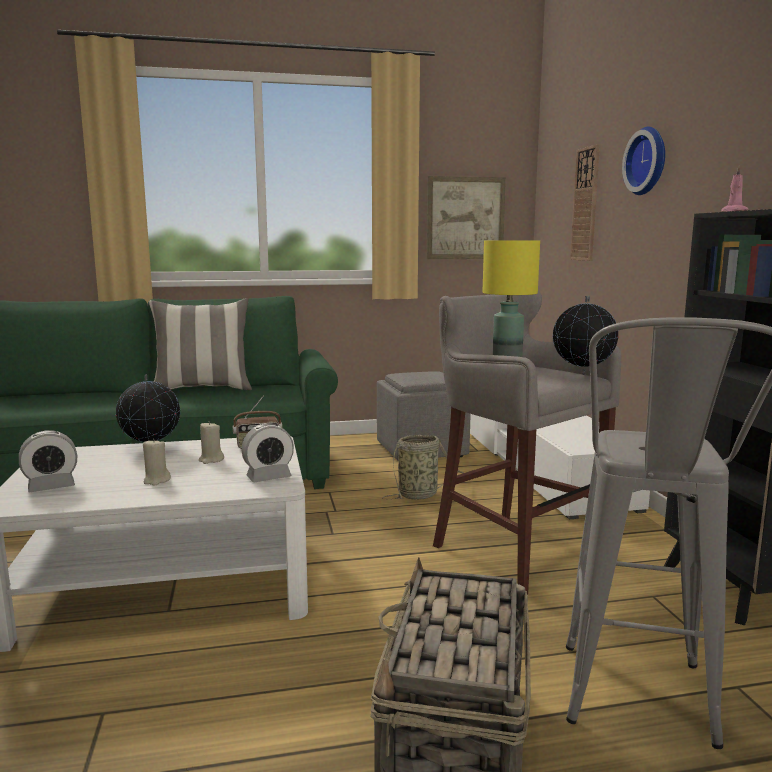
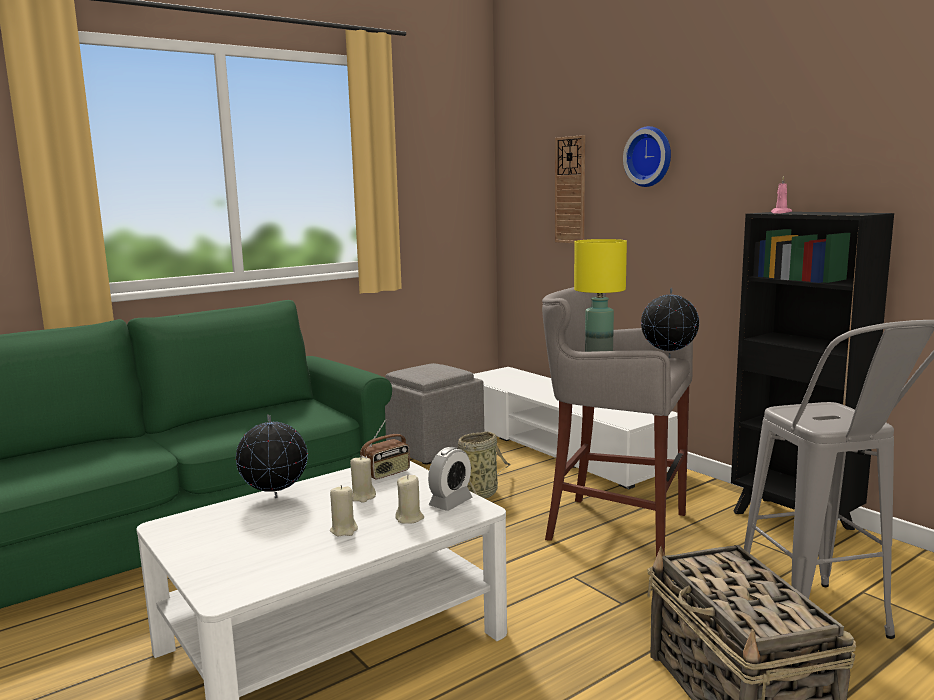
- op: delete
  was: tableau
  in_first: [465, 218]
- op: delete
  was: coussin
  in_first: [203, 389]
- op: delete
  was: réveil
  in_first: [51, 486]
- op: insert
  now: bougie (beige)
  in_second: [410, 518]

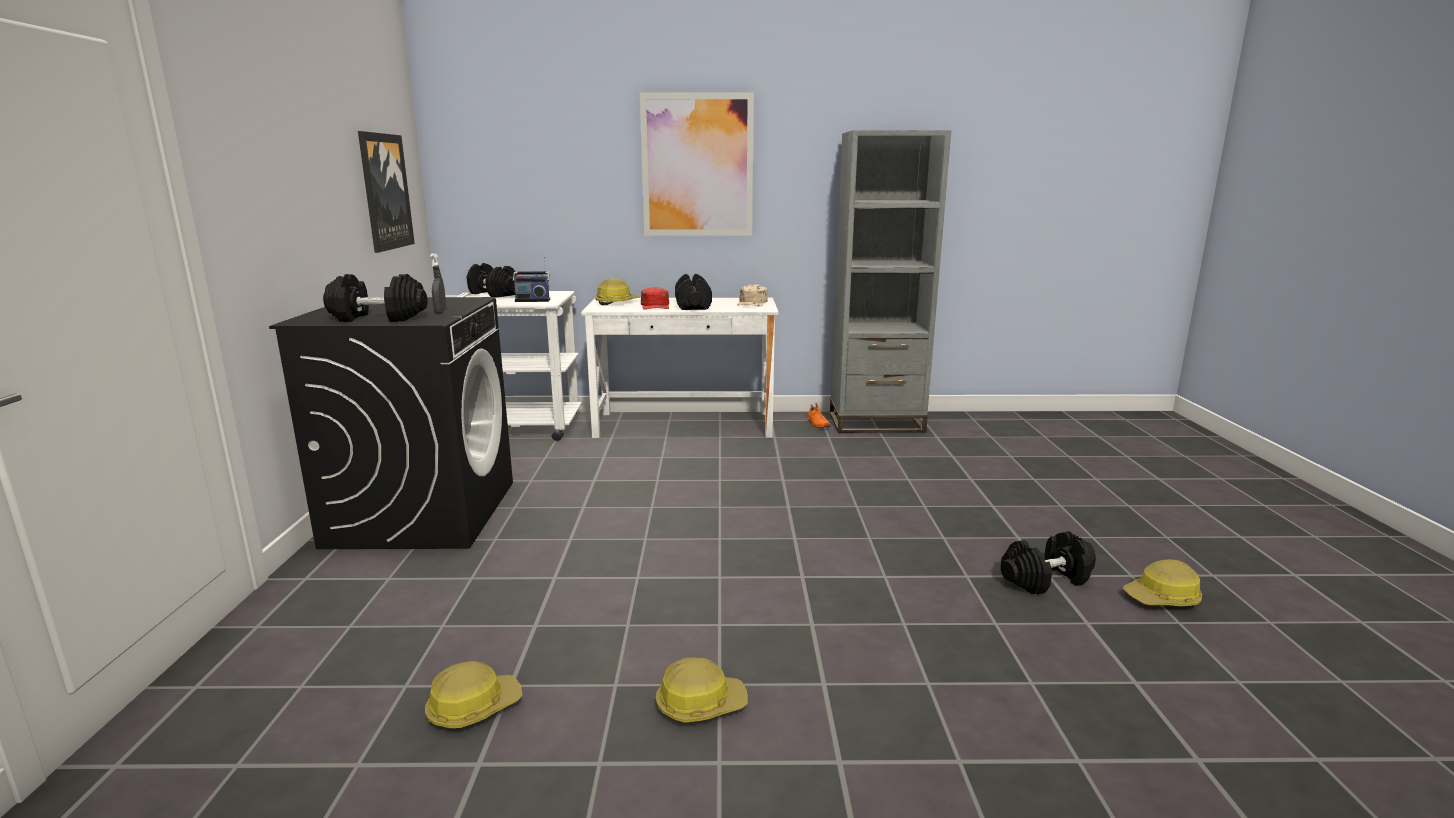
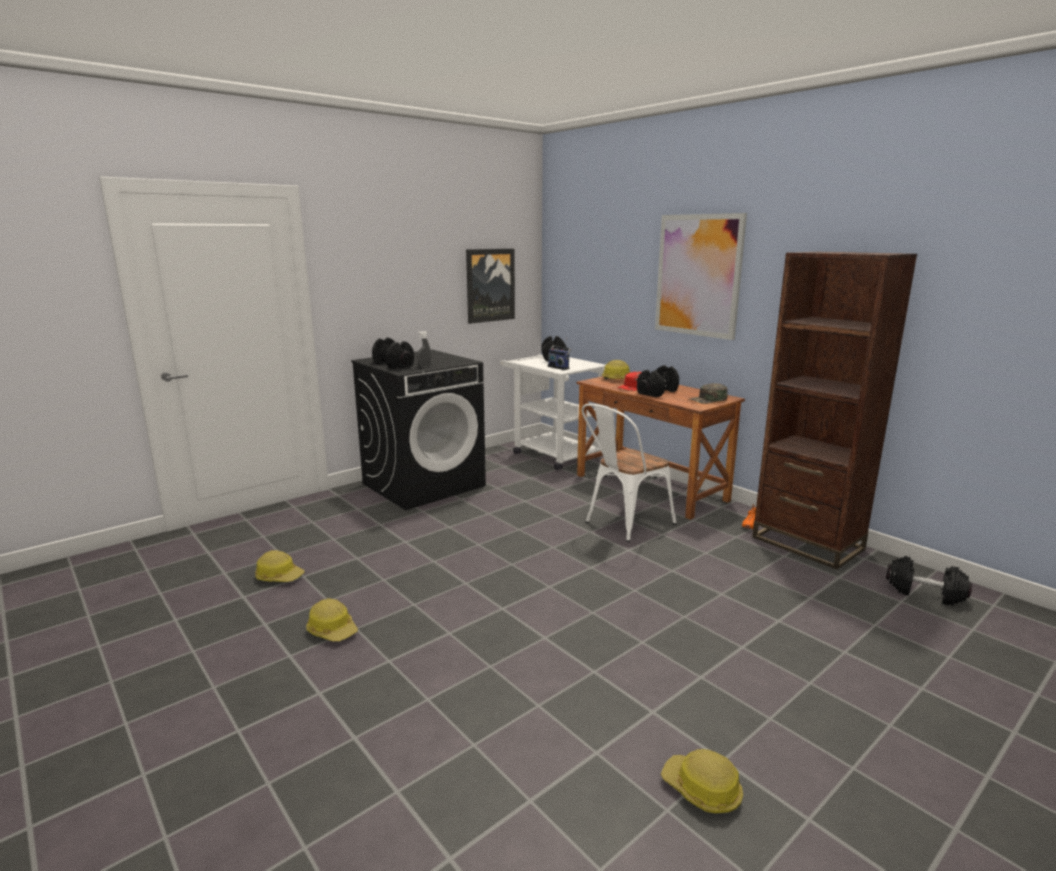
- op: recolor
  was: bibliothèque (gris)
  now: bibliothèque (marron)
  in_first: [876, 423]
  in_second: [807, 543]
- op: recolor
  was: casquette (beige)
  now: casquette (vert)
  in_first: [752, 303]
  in_second: [708, 399]
- op: recolor
  was: bureau (blanc)
  now: bureau (marron)
  in_first: [684, 425]
  in_second: [650, 487]
- op: move
  was: haltère (noir)
  in_first: [1045, 580]
  in_second: [924, 593]
- op: insert
  now: chaise (blanc)
  in_second: [623, 524]

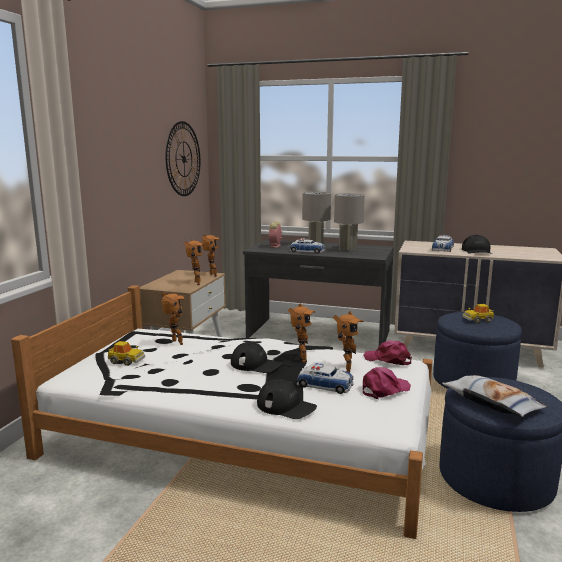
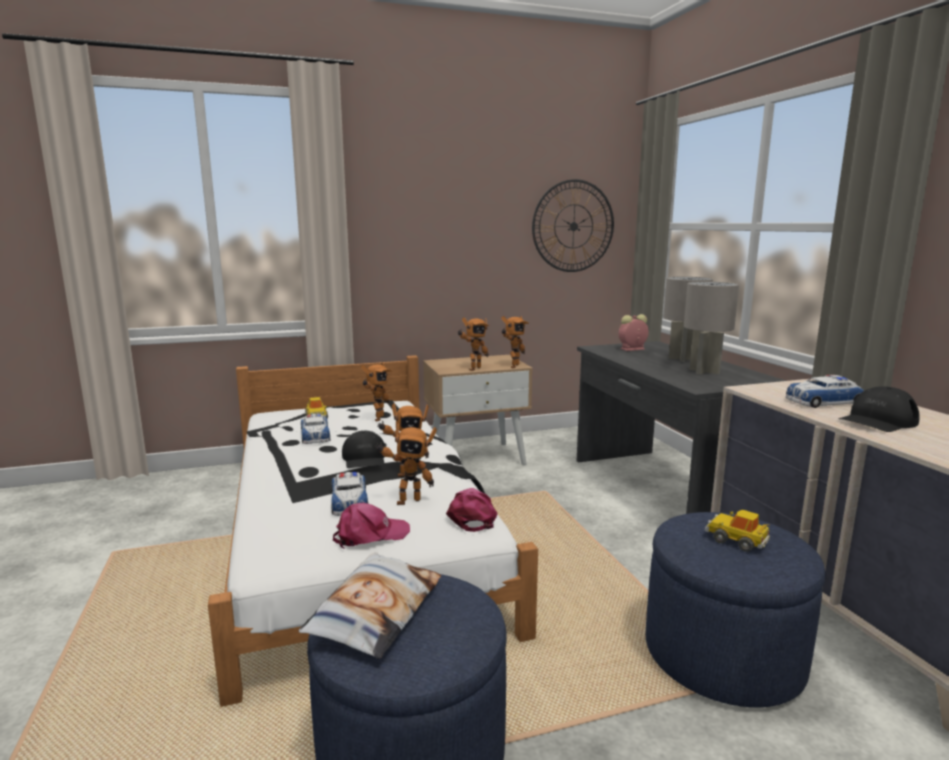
- op: move
  was: petite voiture
  in_first: [307, 251]
  in_second: [315, 435]
- op: rotate
  was: casquette (rose)
  in_first: [384, 389]
  in_second: [370, 535]
  clockwise: -45
- op: delete
  was: casquette (noir)
  in_first: [286, 406]

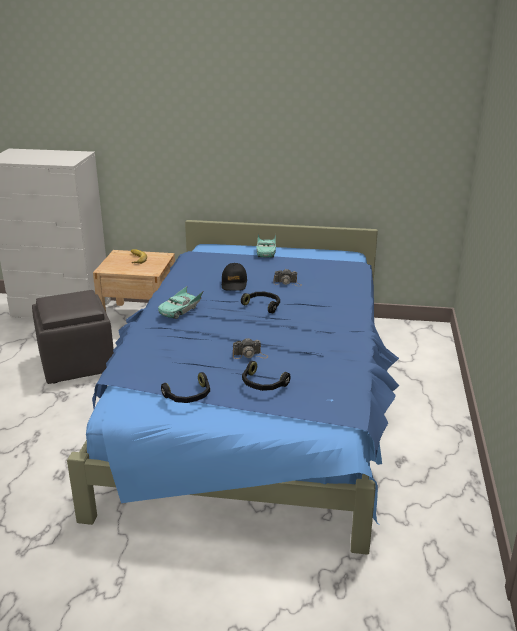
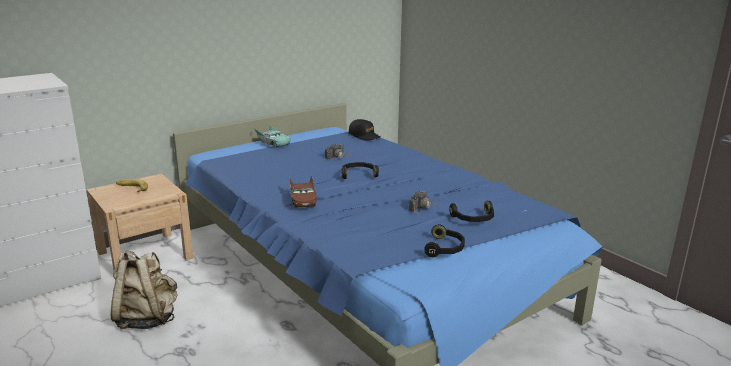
- op: move
  was: casquette (noir)
  in_first: [234, 283]
  in_second: [364, 136]
- op: recolor
  was: petite voiture (turquoise)
  now: petite voiture (marron)
  in_first: [180, 310]
  in_second: [303, 199]
- op: replace
  was: pouf (gris)
  now: sac à dos (beige)
  in_first: [76, 363]
  in_second: [147, 319]

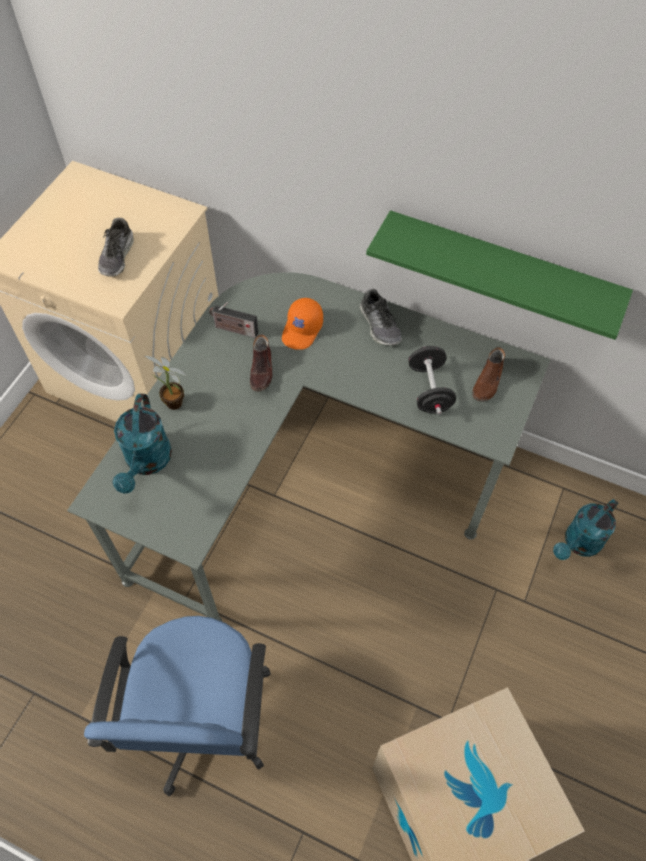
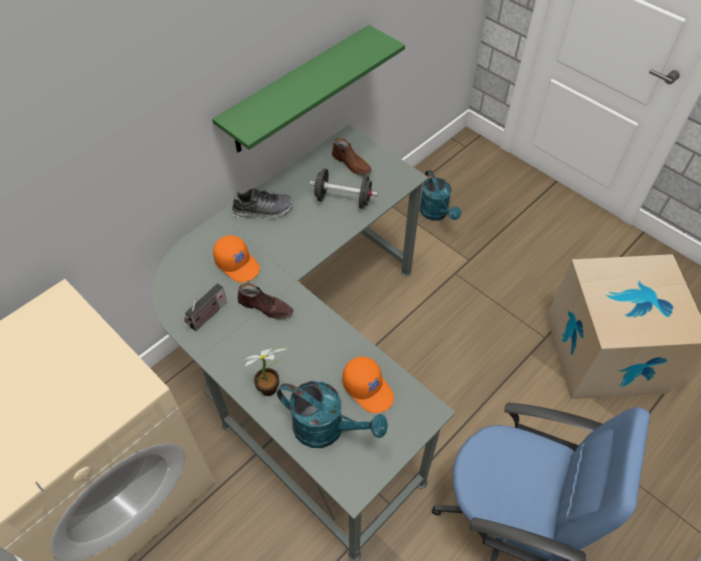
- op: delete
  was: chaussure
  in_first: [117, 256]
- op: insert
  now: casquette (orange)
  in_second: [368, 388]

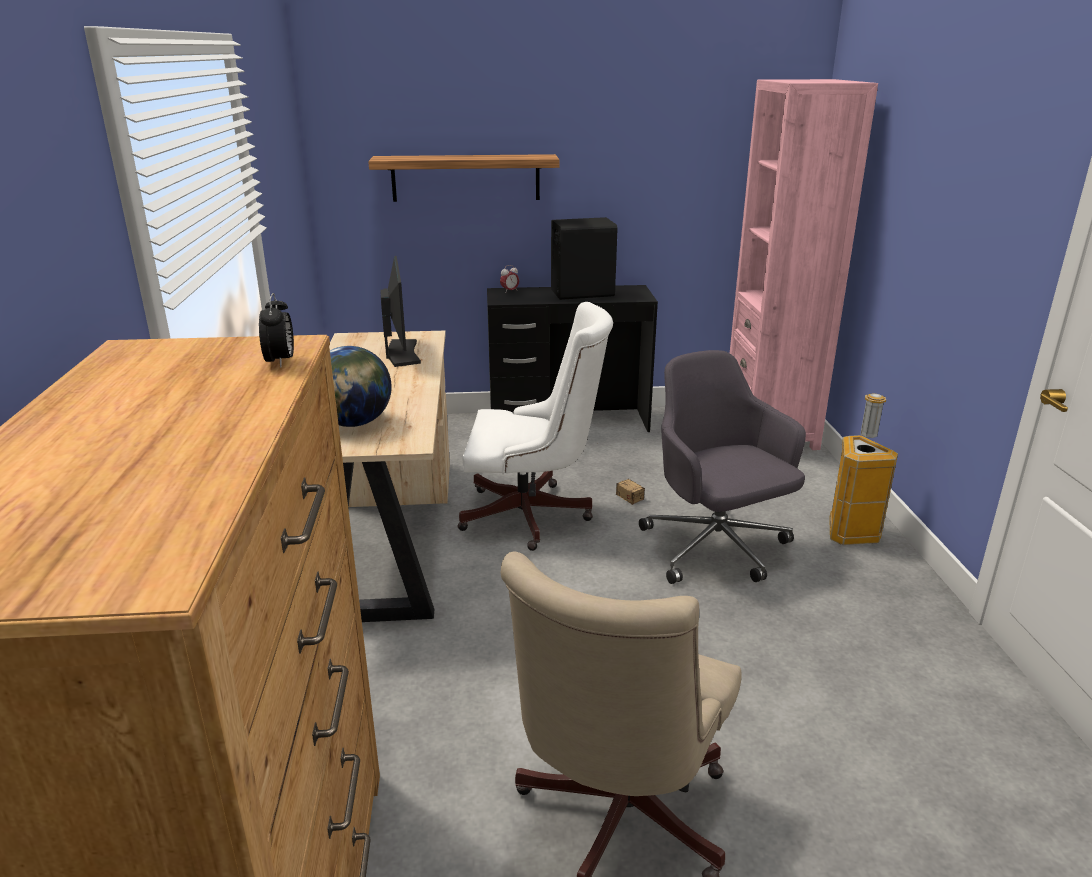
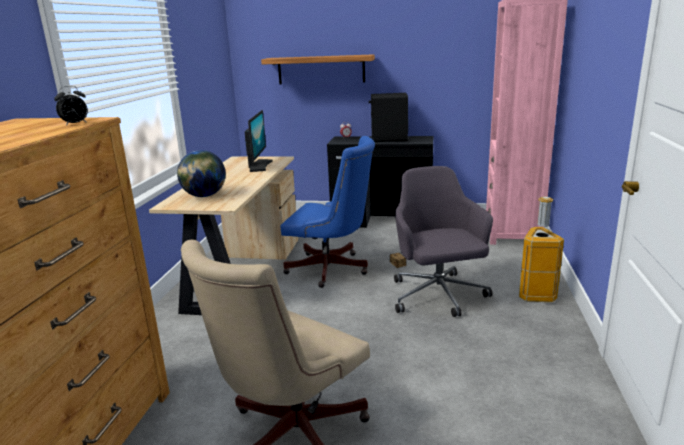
- op: rotate
  was: réveil
  in_first: [280, 362]
  in_second: [75, 124]
  clockwise: 45
- op: recolor
  was: chaise de bureau (blanc)
  now: chaise de bureau (bleu)
  in_first: [533, 516]
  in_second: [332, 270]

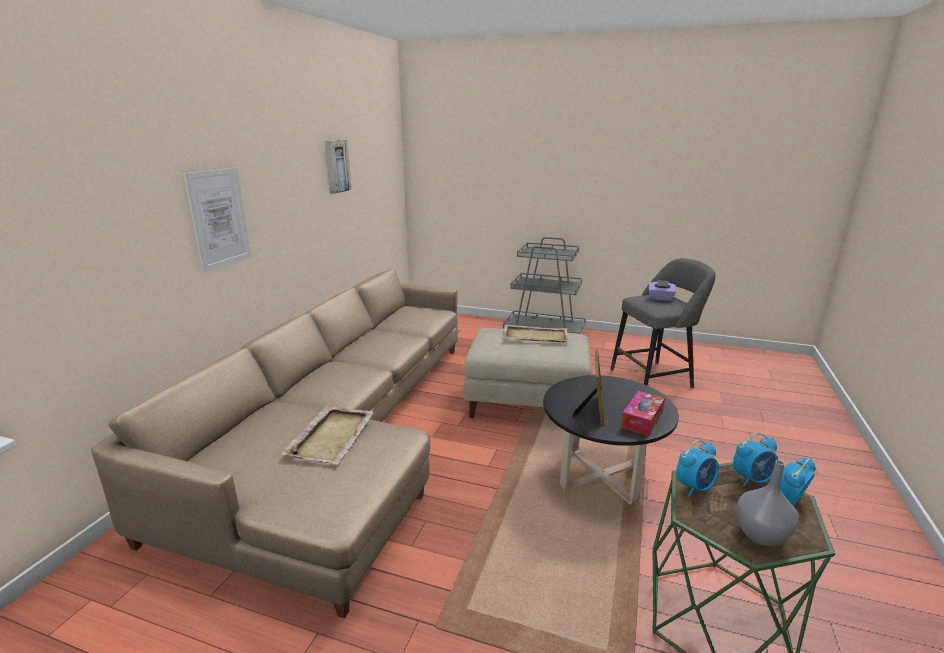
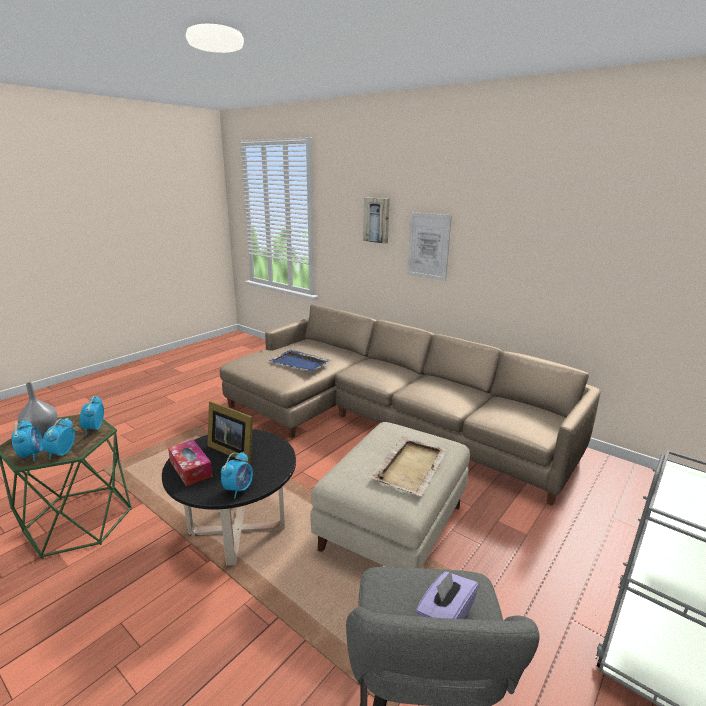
- op: move
  was: tableau
  in_first: [336, 166]
  in_second: [377, 220]
- op: recolor
  was: plateau (beige)
  now: plateau (bleu)
  in_first: [332, 436]
  in_second: [300, 363]
- op: insert
  now: réveil
  in_second: [239, 489]

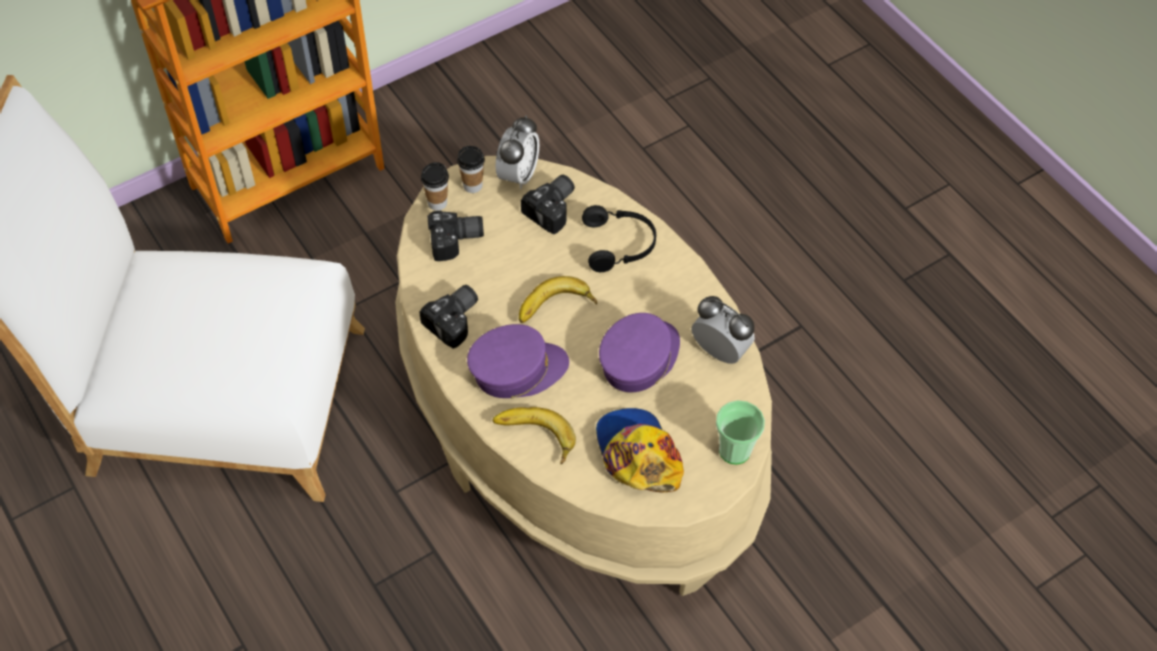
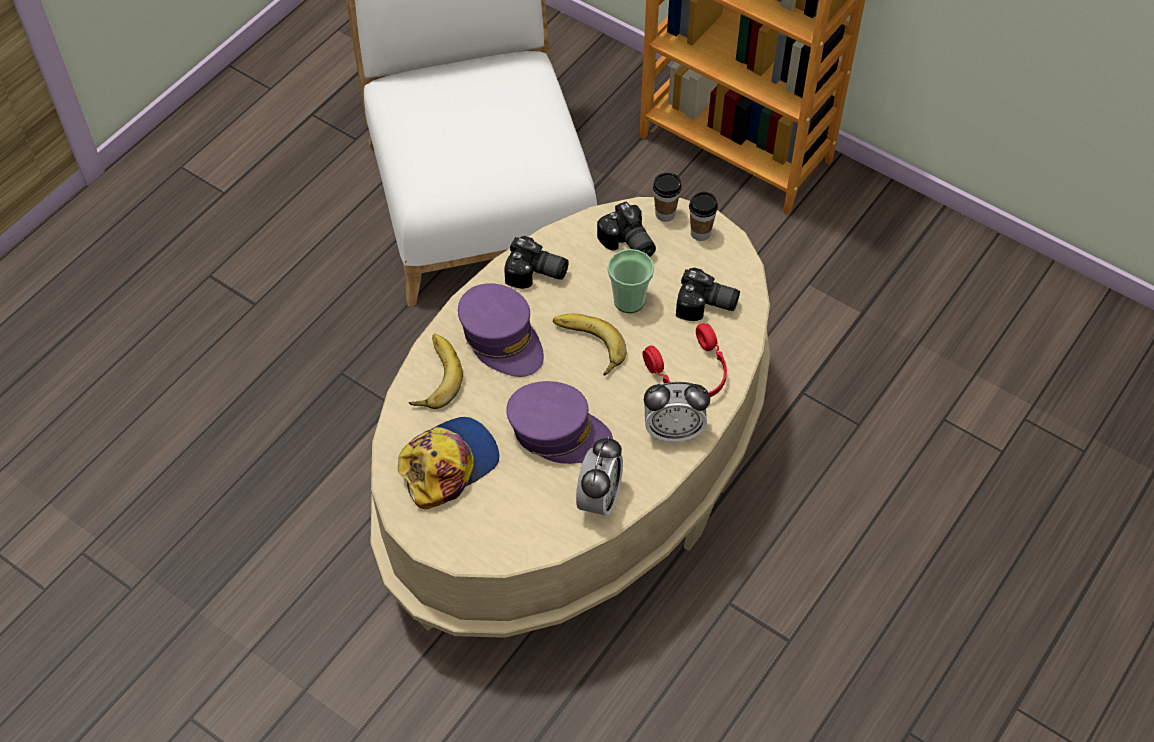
- op: move
  was: réveil
  in_first: [518, 175]
  in_second: [673, 430]
- op: recolor
  was: casque audio (noir)
  now: casque audio (rouge)
  in_first: [620, 244]
  in_second: [690, 374]
- op: move
  was: tasse
  in_first: [734, 450]
  in_second: [629, 301]

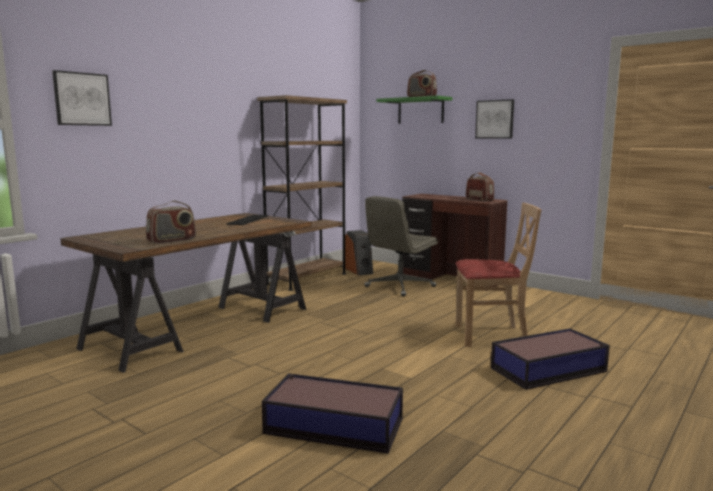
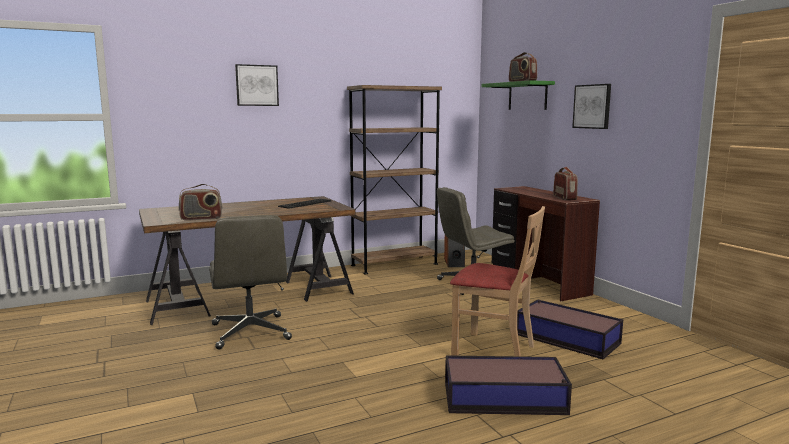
- op: move
  was: tableau
  in_first: [82, 99]
  in_second: [257, 85]
- op: move
  was: boîte de rangement
  in_first: [332, 425]
  in_second: [566, 338]
- op: insert
  now: chaise de bureau (gris)
  in_second: [251, 332]

